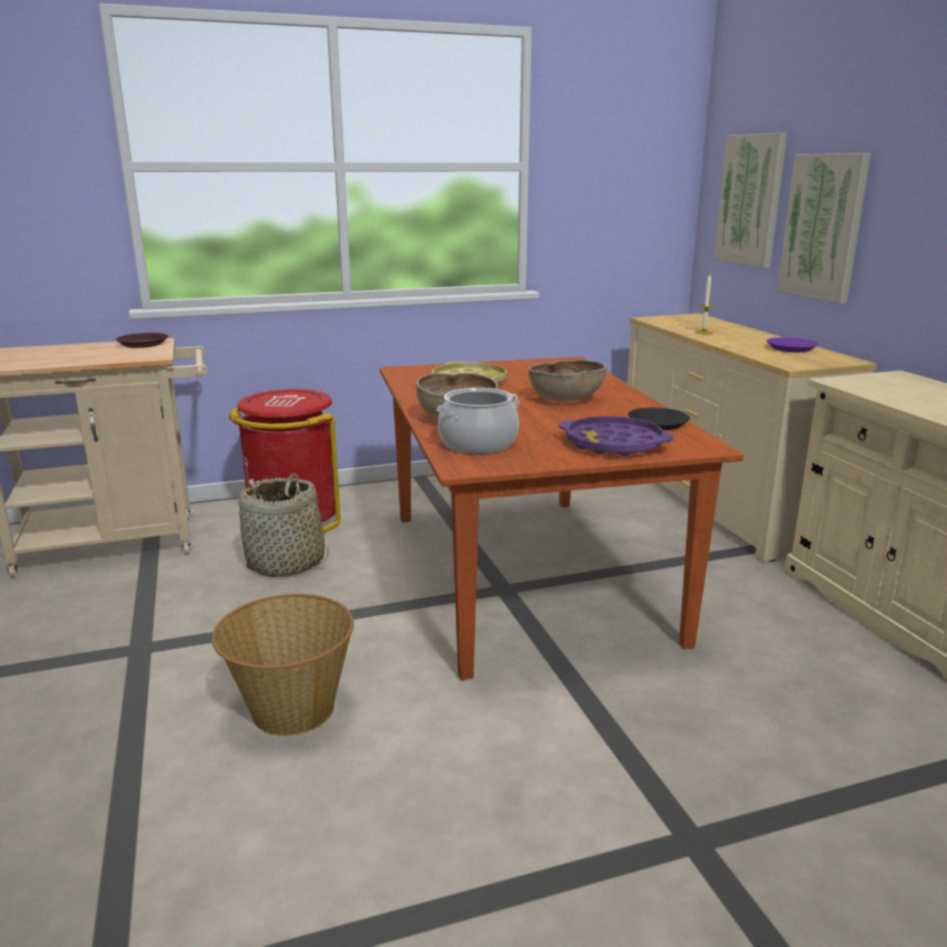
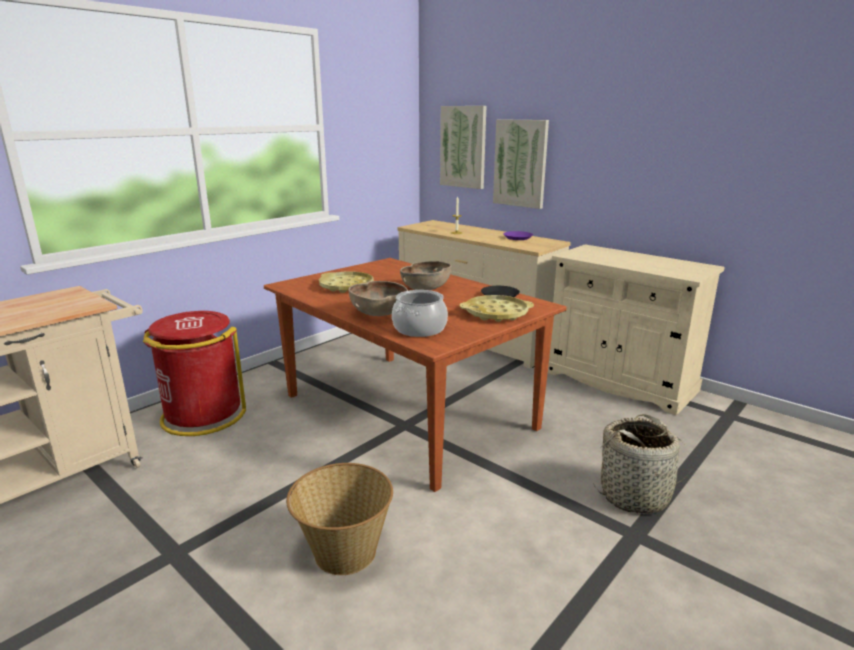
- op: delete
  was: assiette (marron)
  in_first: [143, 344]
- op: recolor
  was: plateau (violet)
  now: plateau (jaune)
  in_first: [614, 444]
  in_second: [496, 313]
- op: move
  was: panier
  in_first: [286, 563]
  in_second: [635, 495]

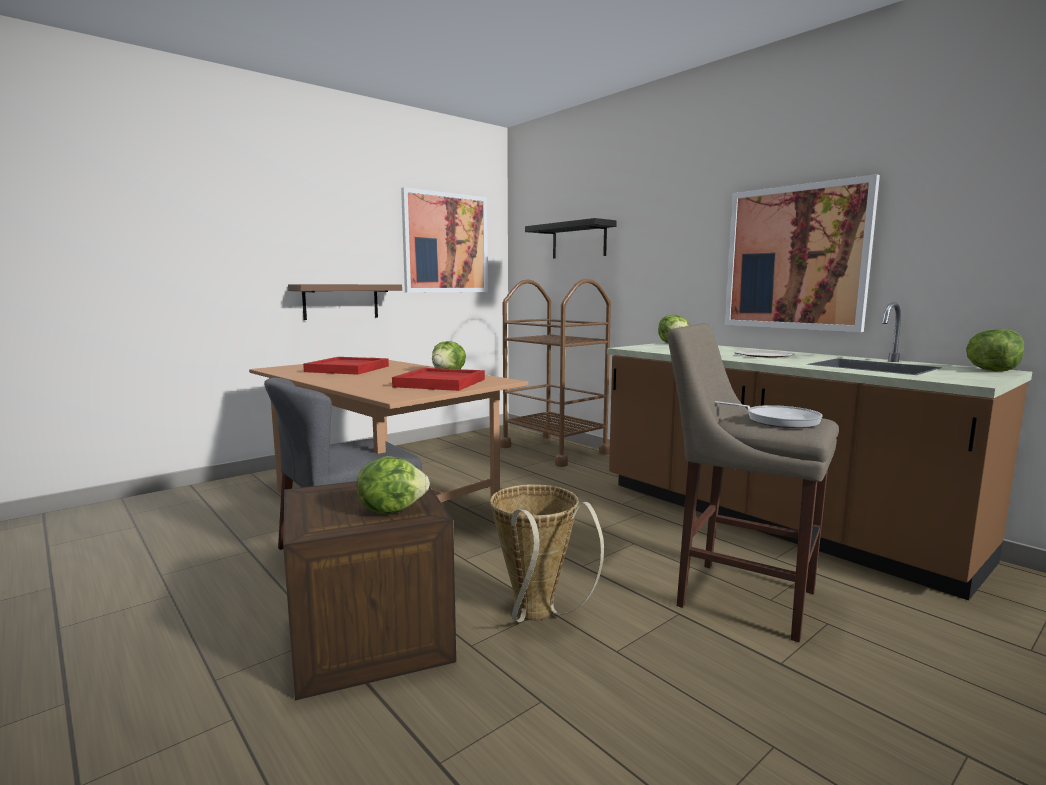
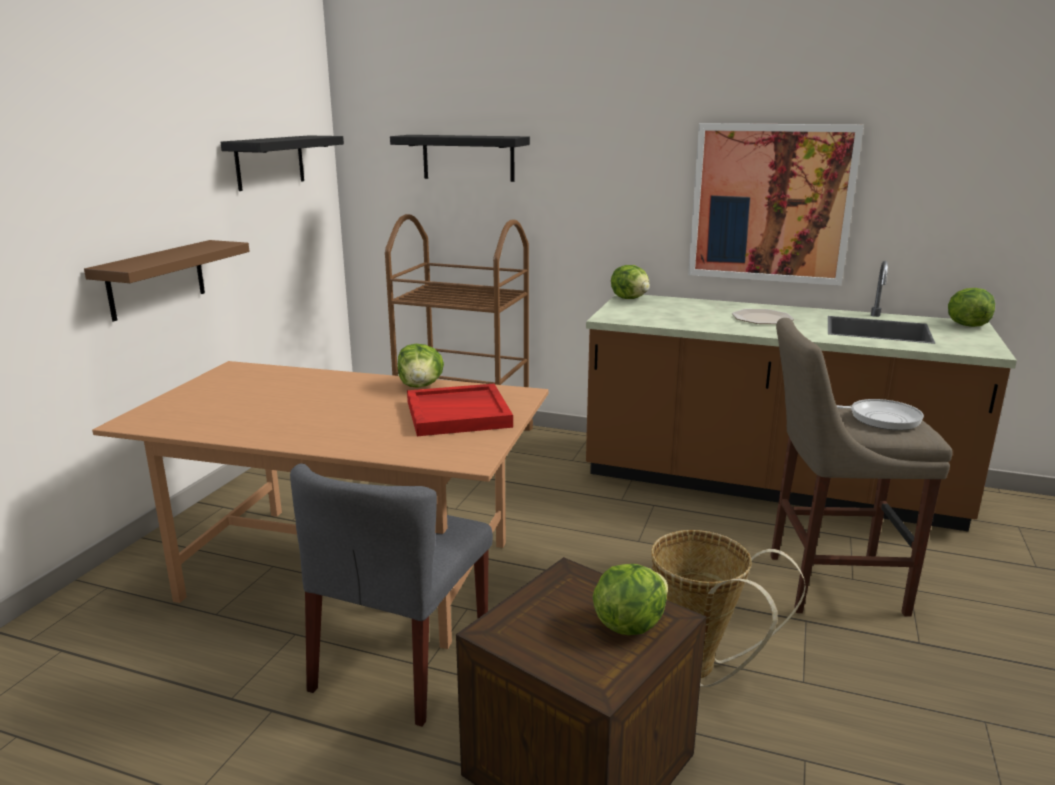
- op: replace
  was: tableau
  now: étagère (noir)
  in_first: [445, 243]
  in_second: [270, 162]
- op: delete
  was: plateau (rouge)
  in_first: [348, 369]

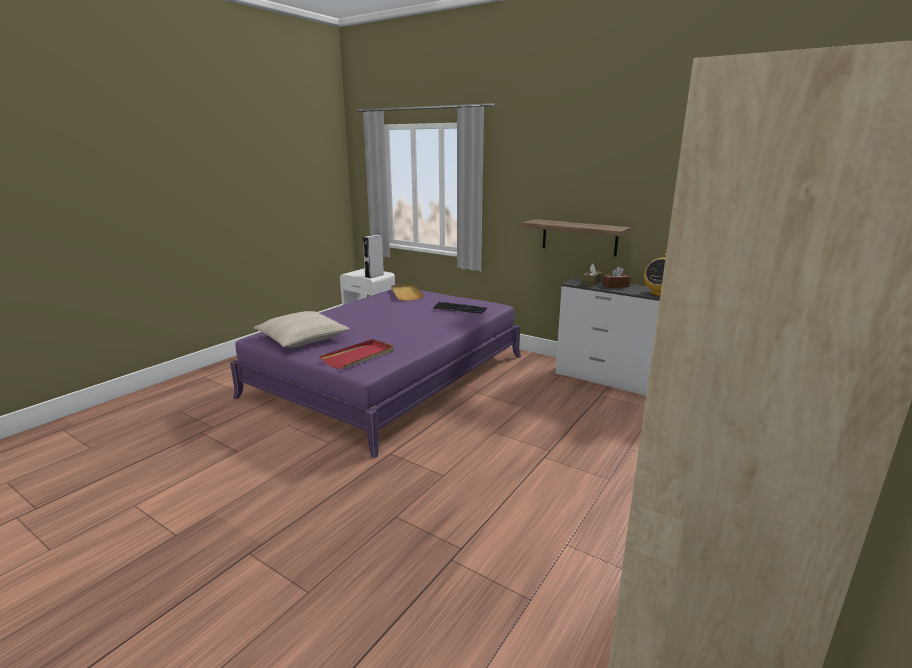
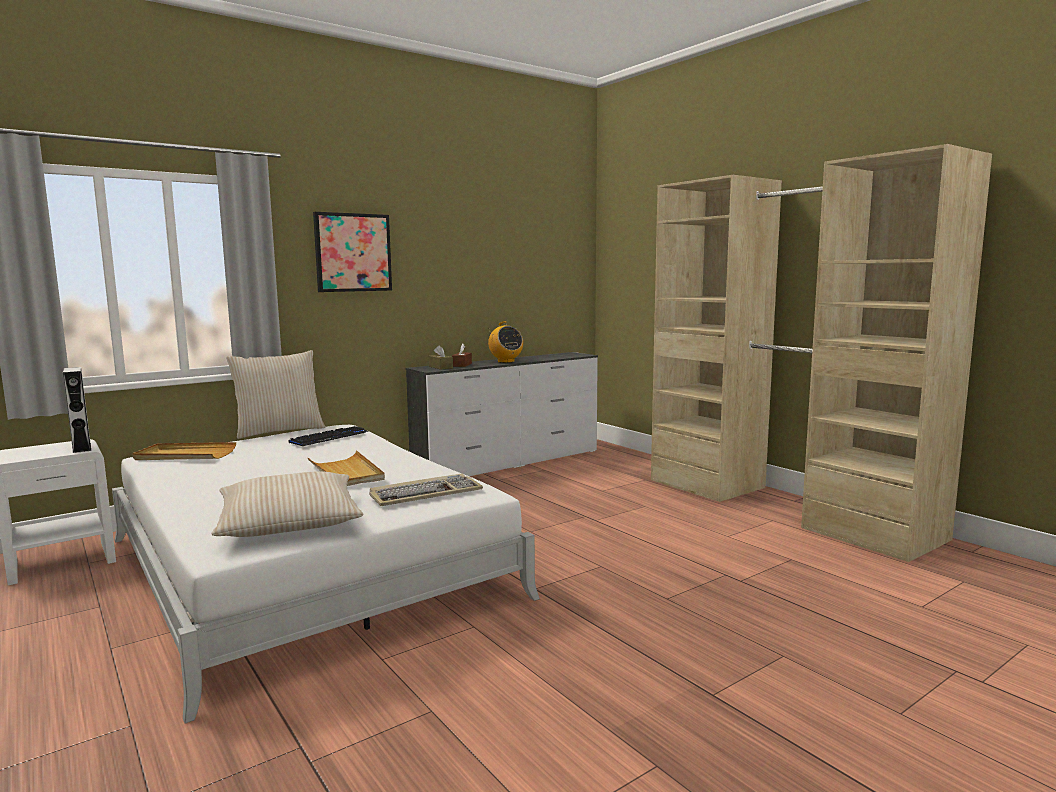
- op: delete
  was: étagère
  in_first: [579, 237]
- op: recolor
  was: lit (violet)
  now: lit (blanc)
  in_first: [389, 375]
  in_second: [305, 567]
- op: replace
  was: plateau (rouge)
  now: clavier
  in_first: [359, 356]
  in_second: [426, 494]
- op: insert
  now: tableau
  in_second: [353, 252]
- op: insert
  now: coussin (beige)
  in_second: [279, 431]
- op: insert
  now: plateau (beige)
  in_second: [346, 473]

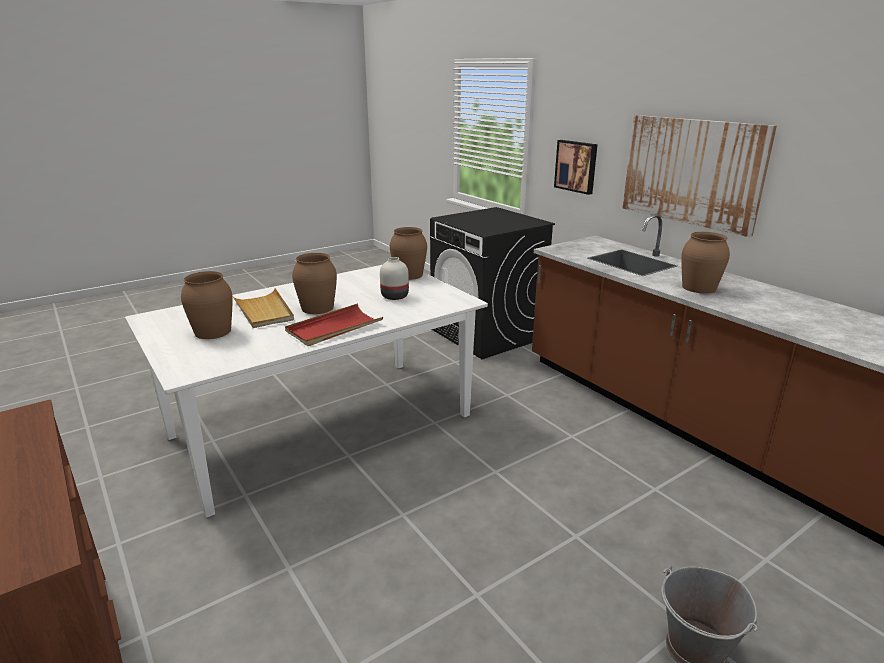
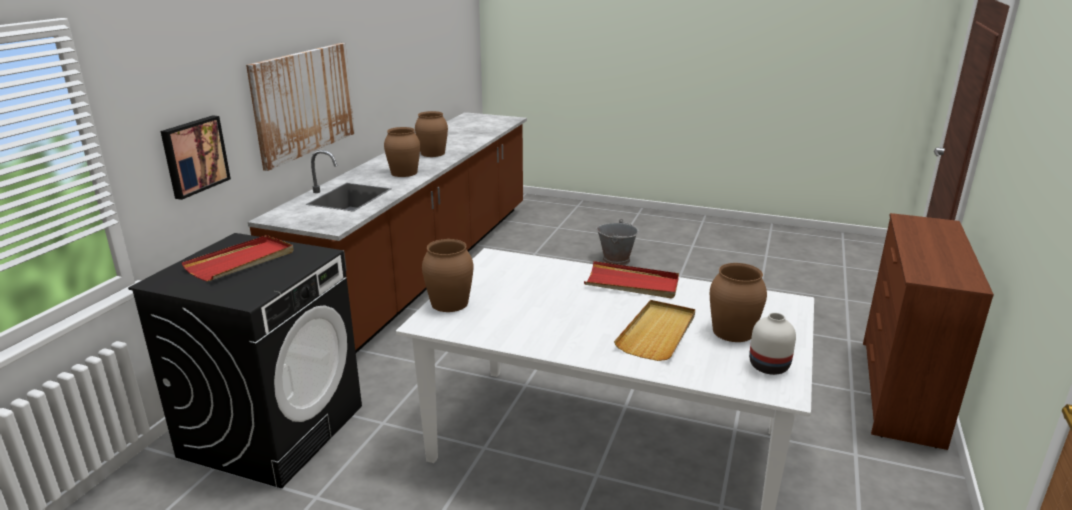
- op: move
  was: vase (marron)
  in_first: [318, 308]
  in_second: [432, 153]
- op: move
  was: vase (blanc)
  in_first: [395, 296]
  in_second: [767, 366]
- op: insert
  now: plateau (rouge)
  in_second: [241, 261]

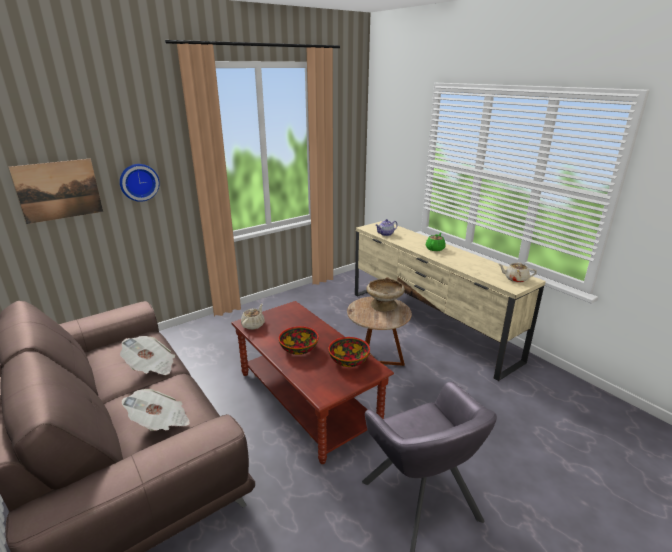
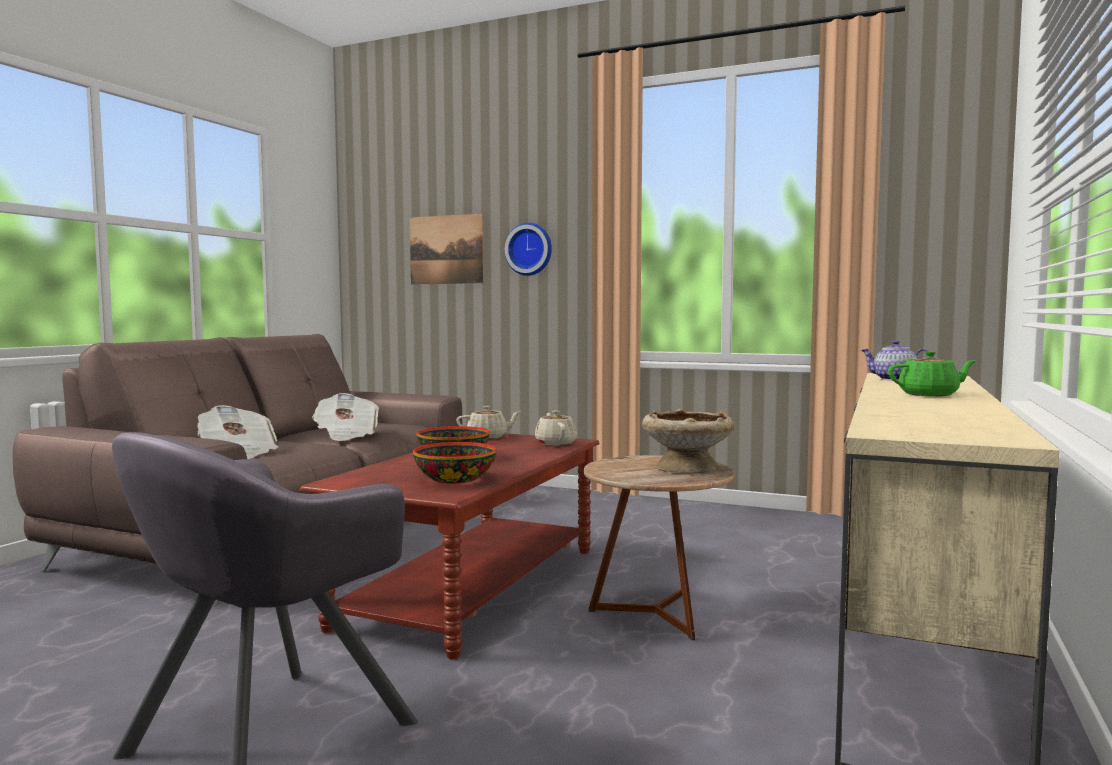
- op: move
  was: théière (beige)
  in_first: [515, 279]
  in_second: [555, 443]

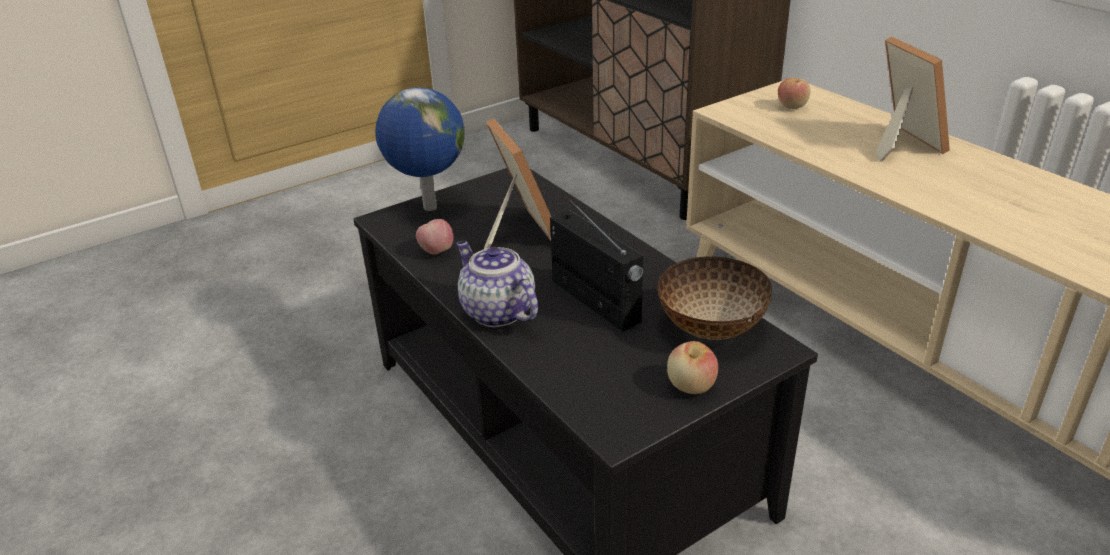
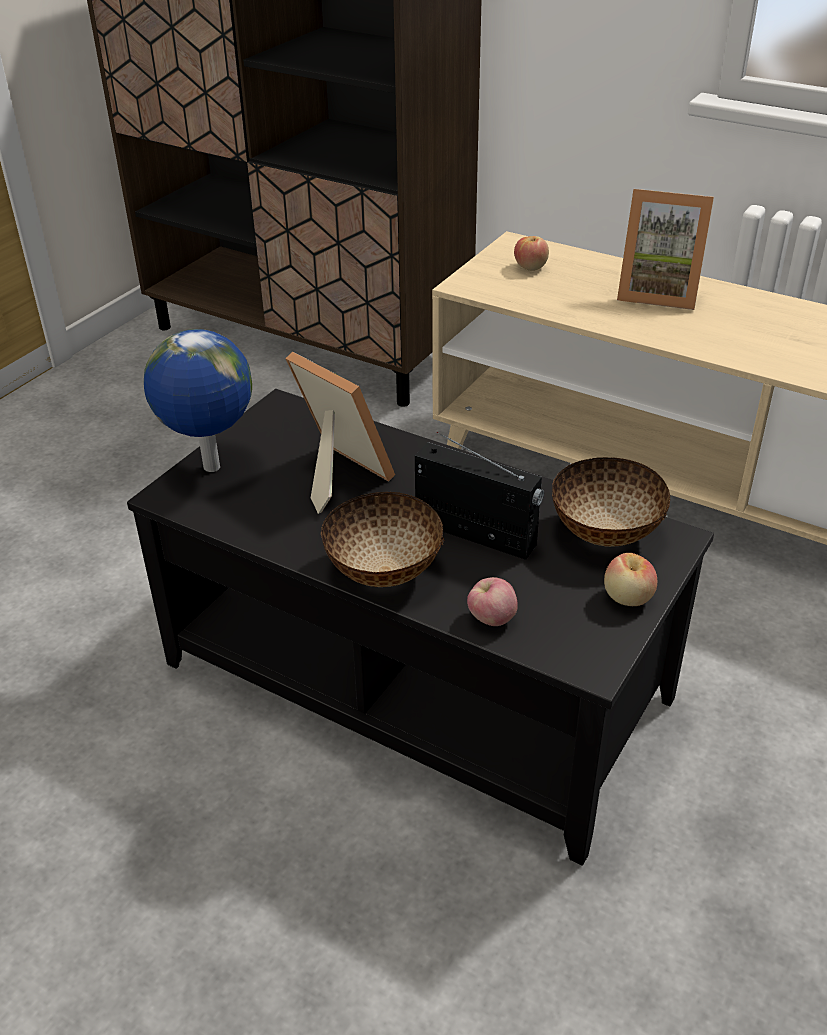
- op: rotate
  was: cadre photo
  in_first: [899, 143]
  in_second: [658, 293]
  clockwise: 150
- op: move
  was: pomme
  in_first: [436, 251]
  in_second: [491, 619]
- op: replace
  was: théière
  now: bol
  in_first: [496, 311]
  in_second: [382, 572]

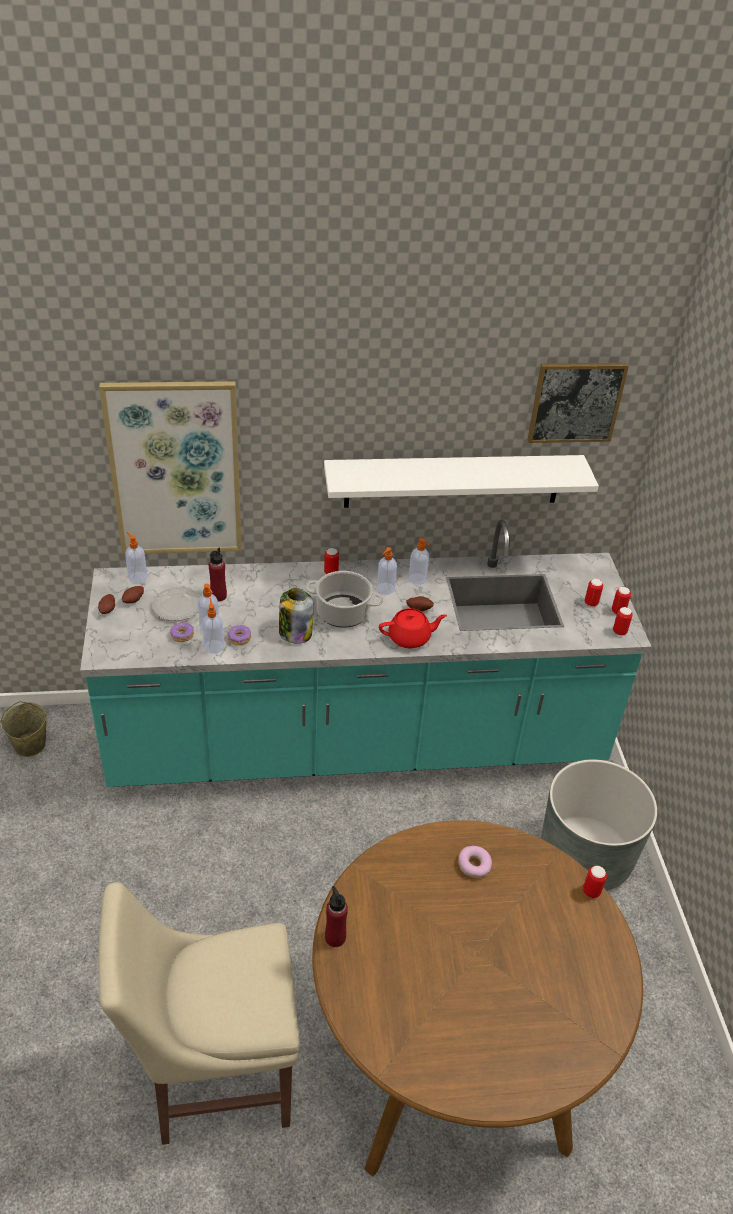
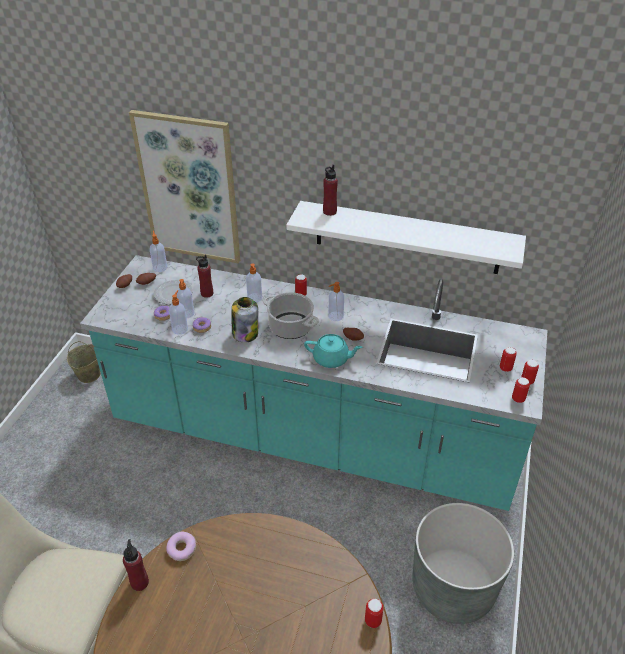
- op: delete
  was: tableau
  in_first: [576, 401]
- op: move
  was: distributeur de savon
  in_first: [418, 579]
  in_second: [255, 298]
- op: recolor
  was: théière (rouge)
  now: théière (turquoise)
  in_first: [410, 638]
  in_second: [331, 359]
- op: move
  was: beignet
  in_first: [474, 865]
  in_second: [181, 549]
- op: insert
  now: bouteille (rouge)
  in_second: [329, 212]

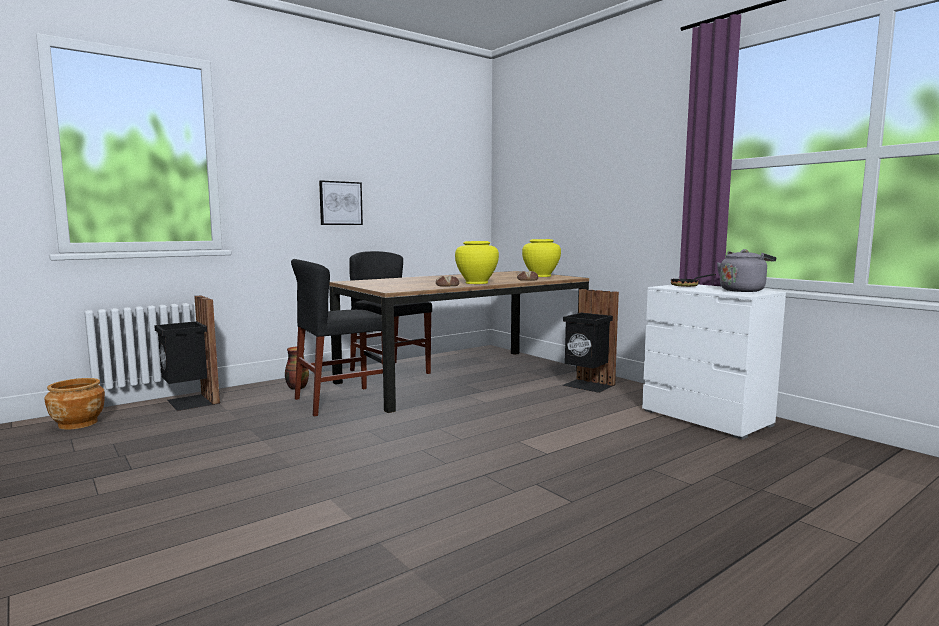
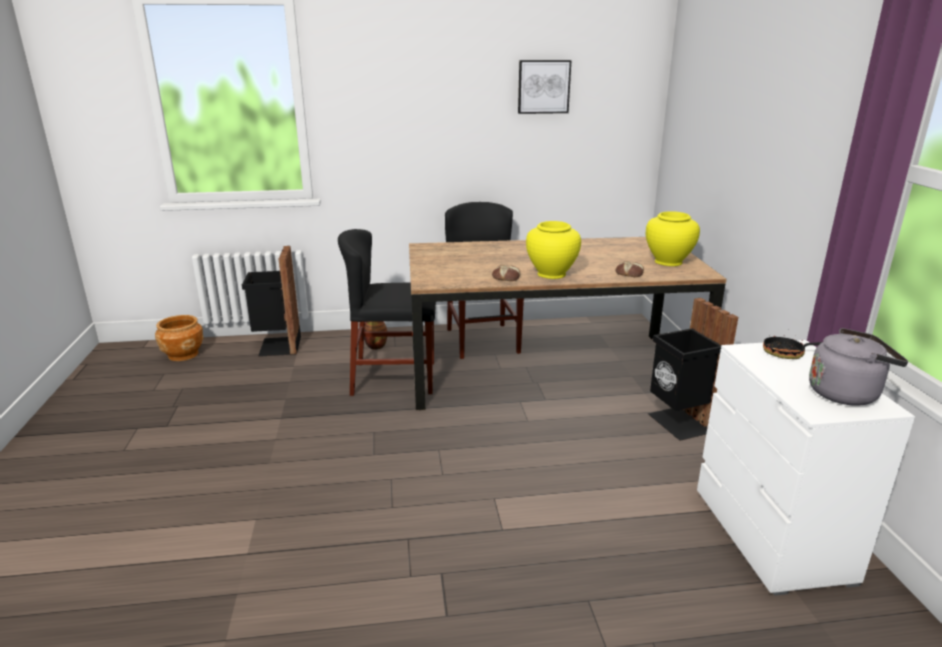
- op: move
  was: tableau
  in_first: [340, 203]
  in_second: [543, 86]

